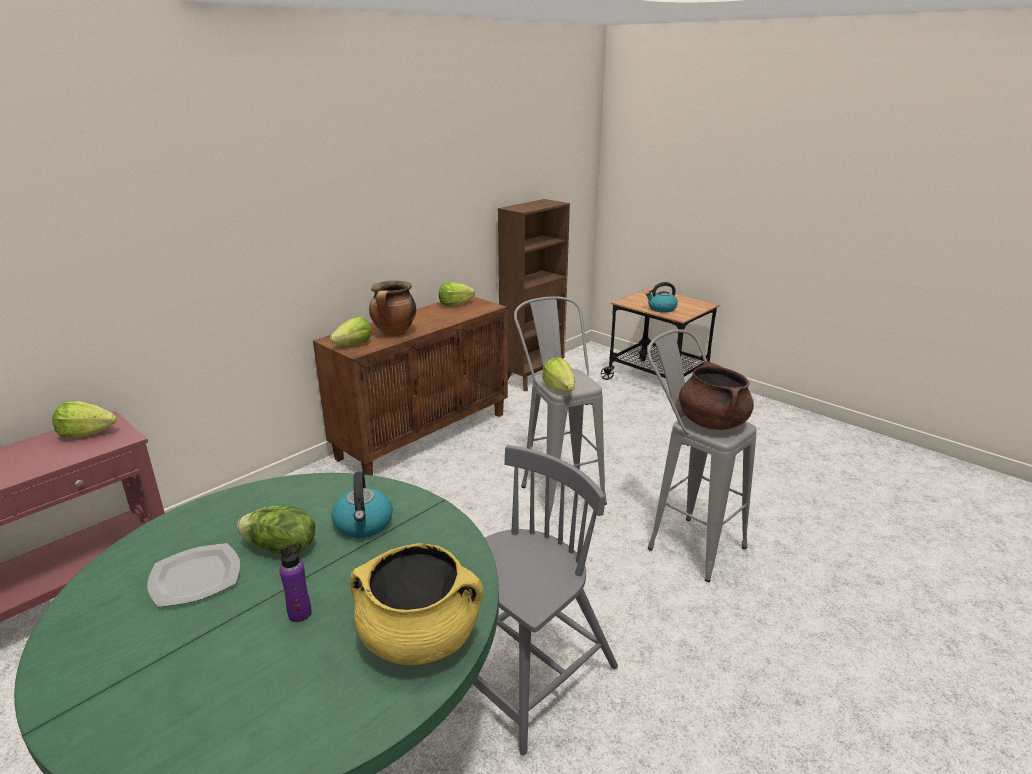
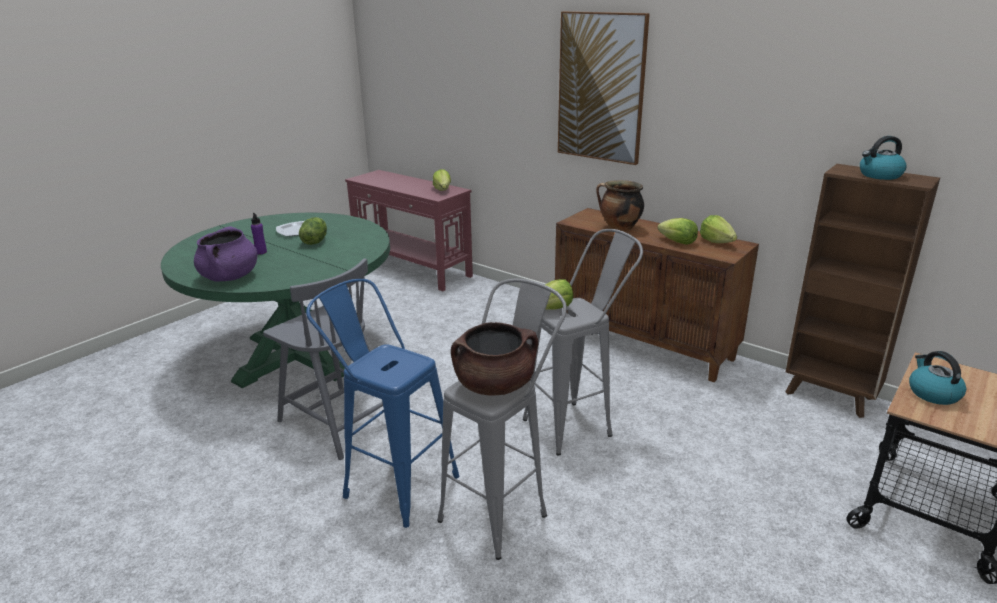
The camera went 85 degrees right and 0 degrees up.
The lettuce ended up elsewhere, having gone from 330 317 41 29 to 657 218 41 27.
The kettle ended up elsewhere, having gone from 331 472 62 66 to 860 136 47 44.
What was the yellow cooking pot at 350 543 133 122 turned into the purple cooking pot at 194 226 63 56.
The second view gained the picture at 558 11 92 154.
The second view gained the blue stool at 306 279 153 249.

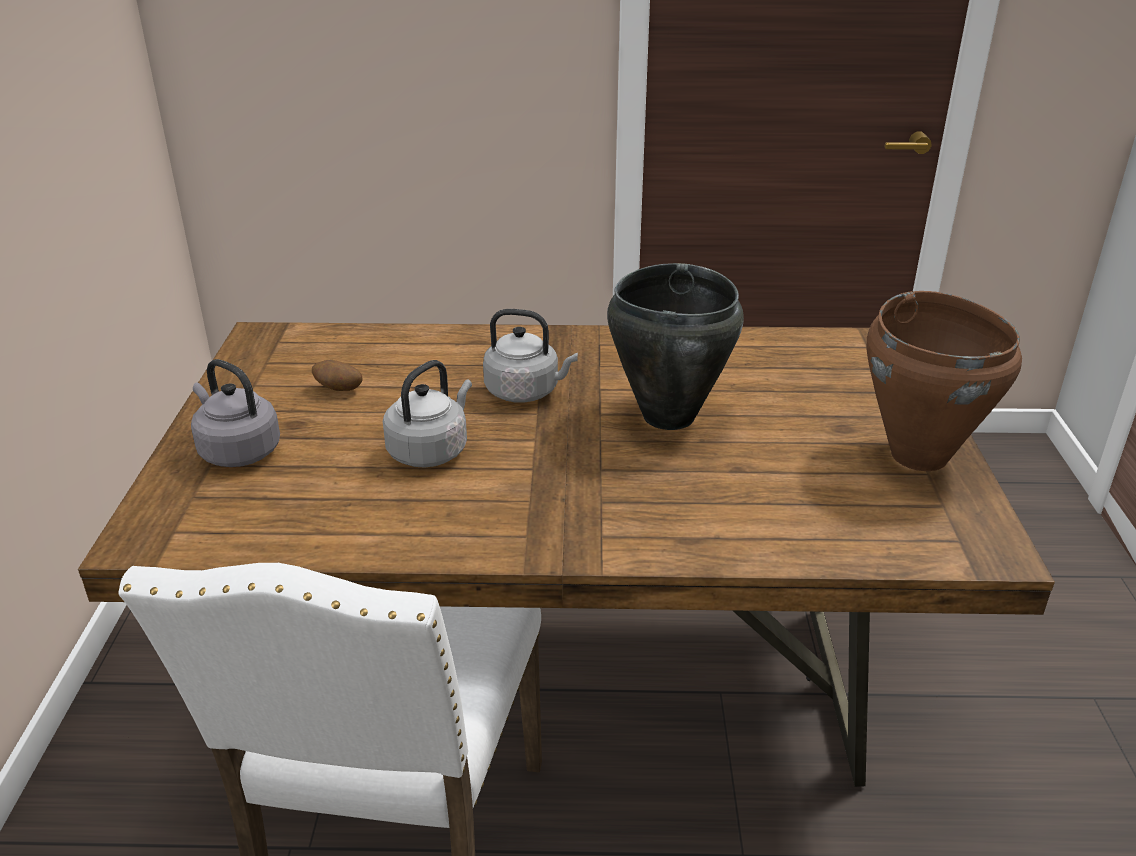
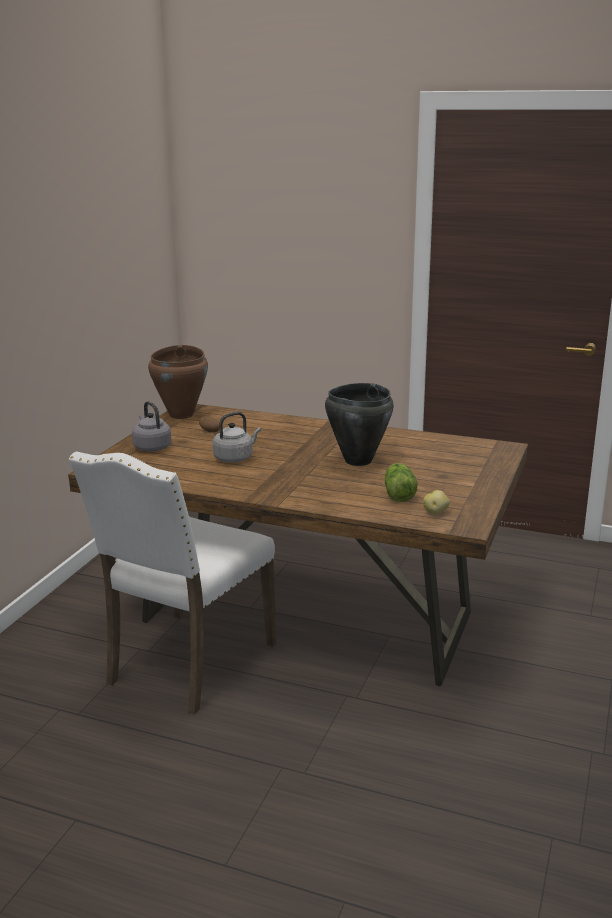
The camera went 20 degrees right and 10 degrees down.
The brown cooking pot ended up elsewhere, having gone from 867 291 155 180 to 148 345 60 74.
The second view lost the grey kettle at 483 309 95 93.
The second view gained the lettuce at 385 463 33 39.
The second view gained the potato at 423 490 27 24.

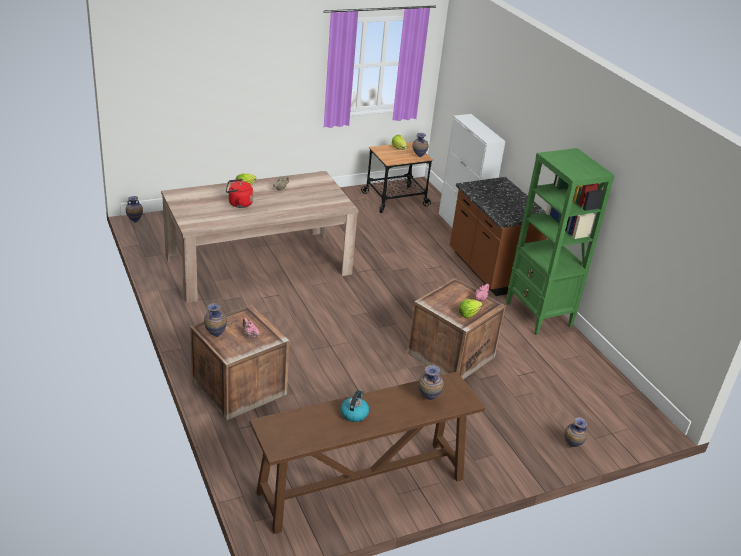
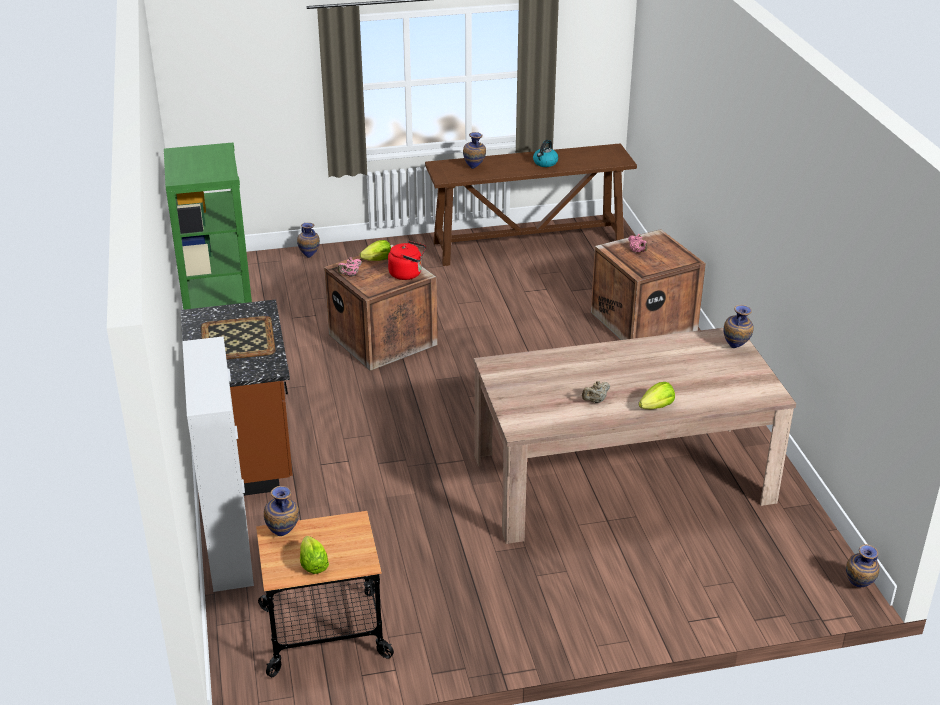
The camera went 165 degrees left and 0 degrees up.
The red kettle ended up elsewhere, having gone from 226 179 27 29 to 388 240 38 40.
The vase ended up elsewhere, having gone from 204 303 23 34 to 723 305 31 43.
The second view gained the tray at 201 316 74 44.

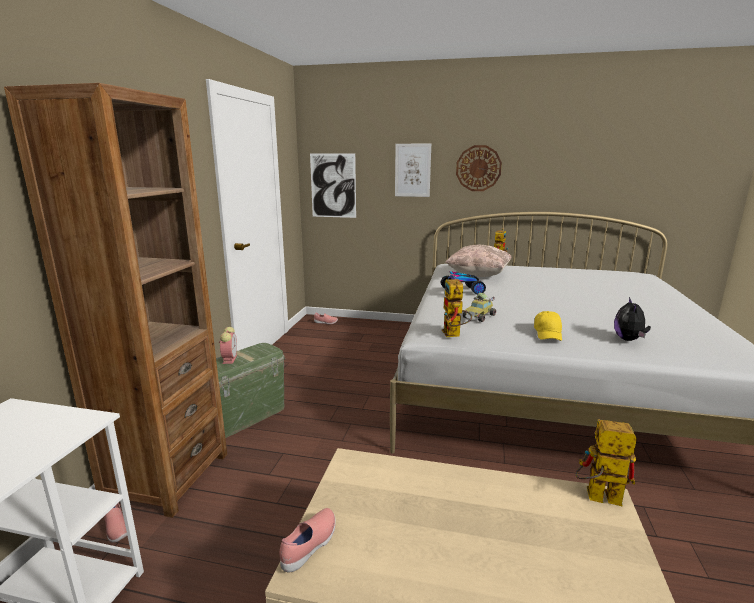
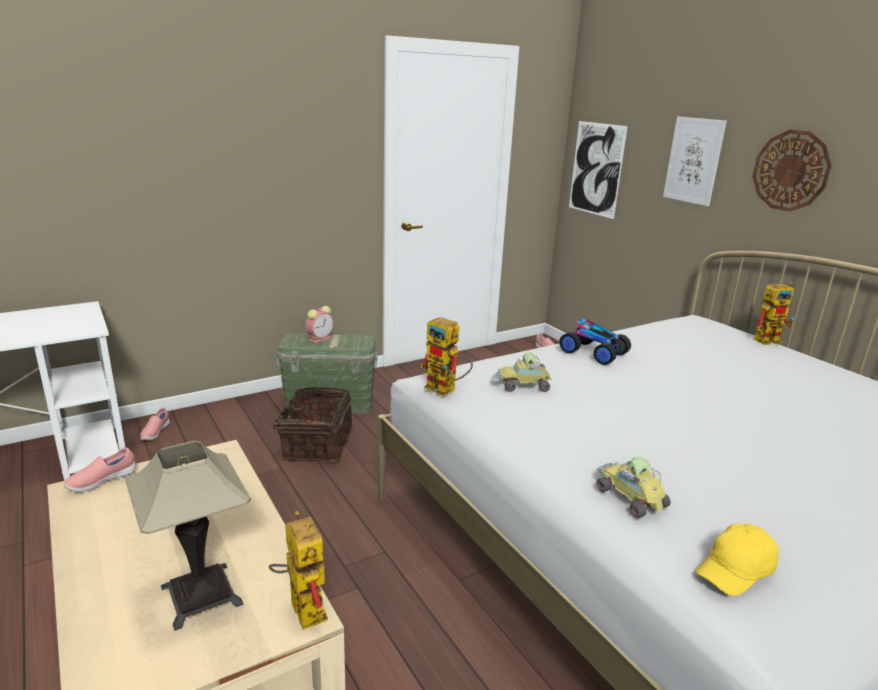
The camera went 45 degrees right and 5 degrees up.
The second view lost the brown bookcase at 4 83 223 435.
The second view lost the beige pillow at 445 245 67 32.
The toy robot at 442 279 30 58 ended up facing another way, 90 degrees counterclockwise from before.
Where the plush toy stood at 614 297 37 44, the toy car came to stand at 596 457 74 61.
The yellow cap ended up elsewhere, having gone from 534 311 28 30 to 696 524 83 72.
The pink shoe at 279 508 57 64 ended up facing another way, 150 degrees clockwise from before.
The second view gained the basket at 267 387 85 75.
The second view gained the table lamp at 125 441 126 190.

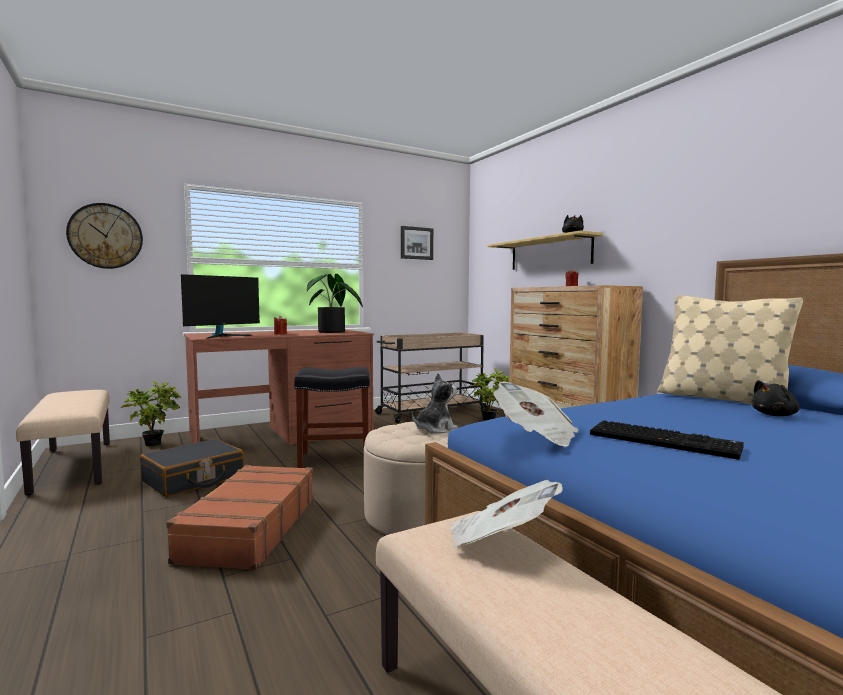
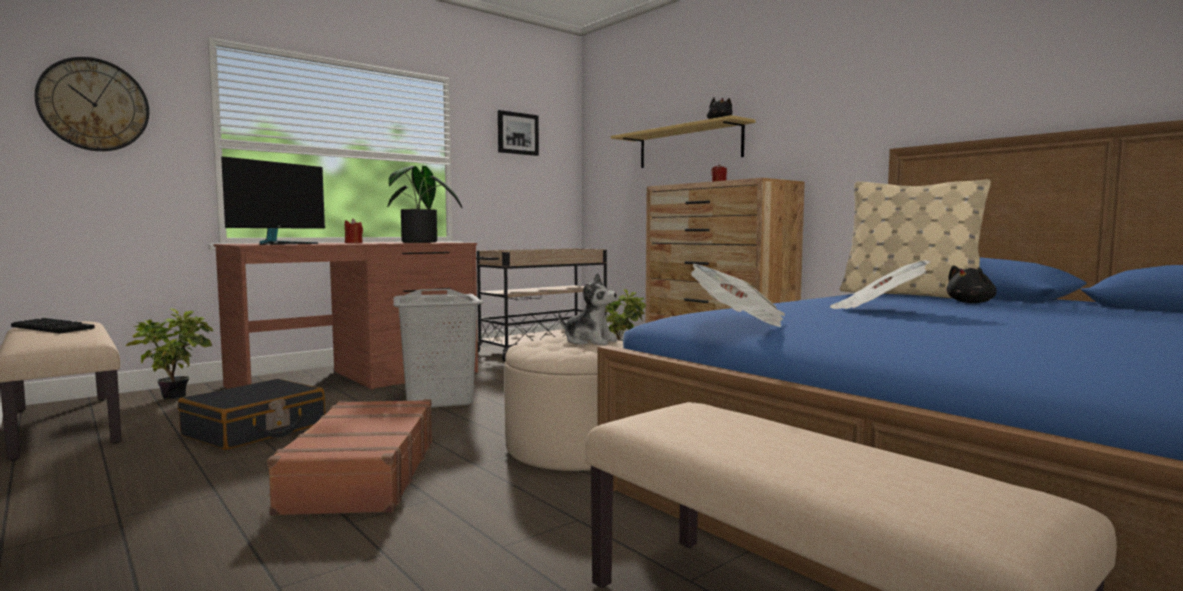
The camera went 10 degrees left and 0 degrees up.
Where the black stool stood at 294 367 76 101, the grey laundry basket came to stand at 393 289 90 119.
The plush toy at 412 373 46 61 ended up facing another way, 75 degrees clockwise from before.
The keyboard ended up elsewhere, having gone from 590 420 154 40 to 11 318 84 16.
The newspaper ended up elsewhere, having gone from 451 480 112 68 to 830 260 101 49.

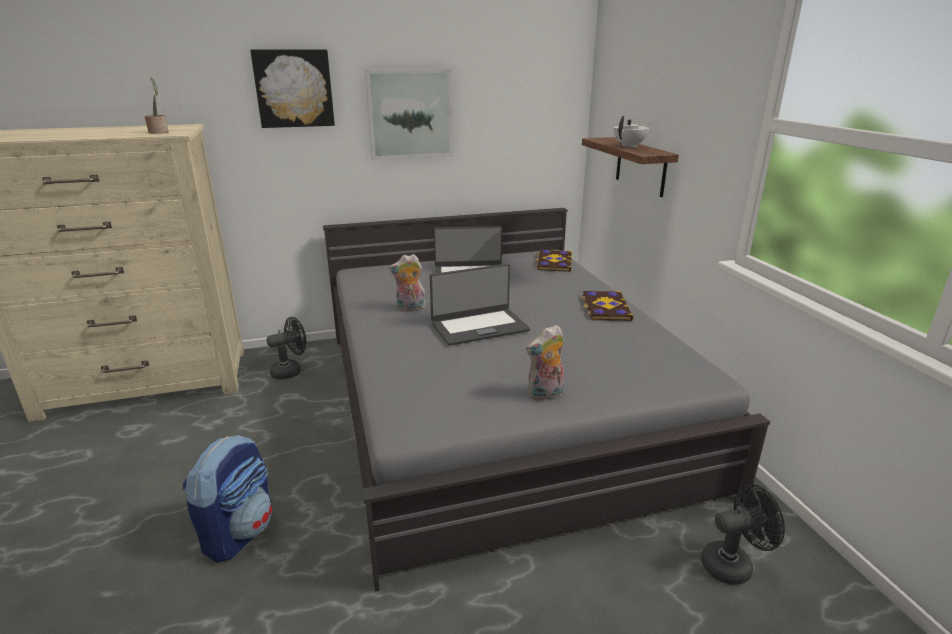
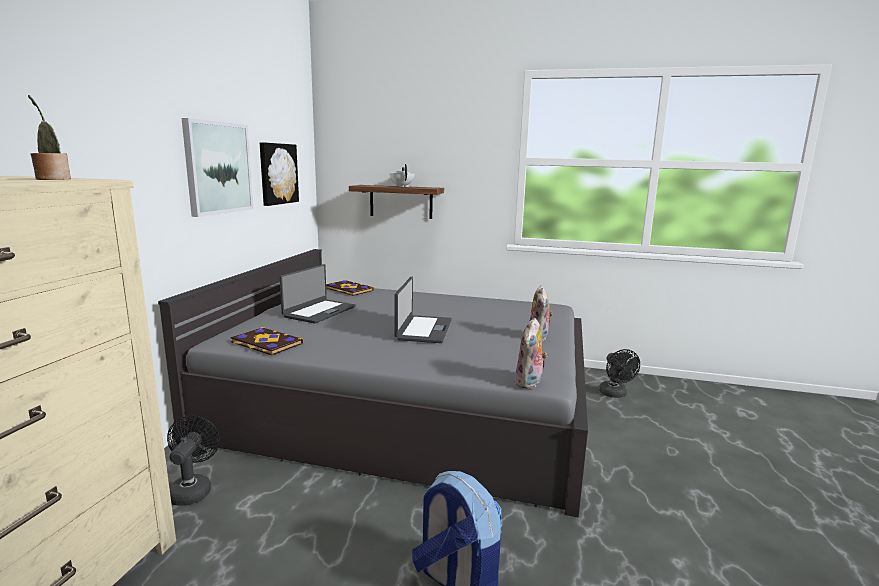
The camera went 60 degrees left and 10 degrees down.
The picture ended up elsewhere, having gone from 250 49 85 79 to 260 142 39 64.
The plush toy ended up elsewhere, having gone from 389 254 37 57 to 515 318 33 71.
The book ended up elsewhere, having gone from 580 291 54 30 to 231 327 72 28.
The black fan at 701 484 84 101 ended up facing another way, 150 degrees clockwise from before.

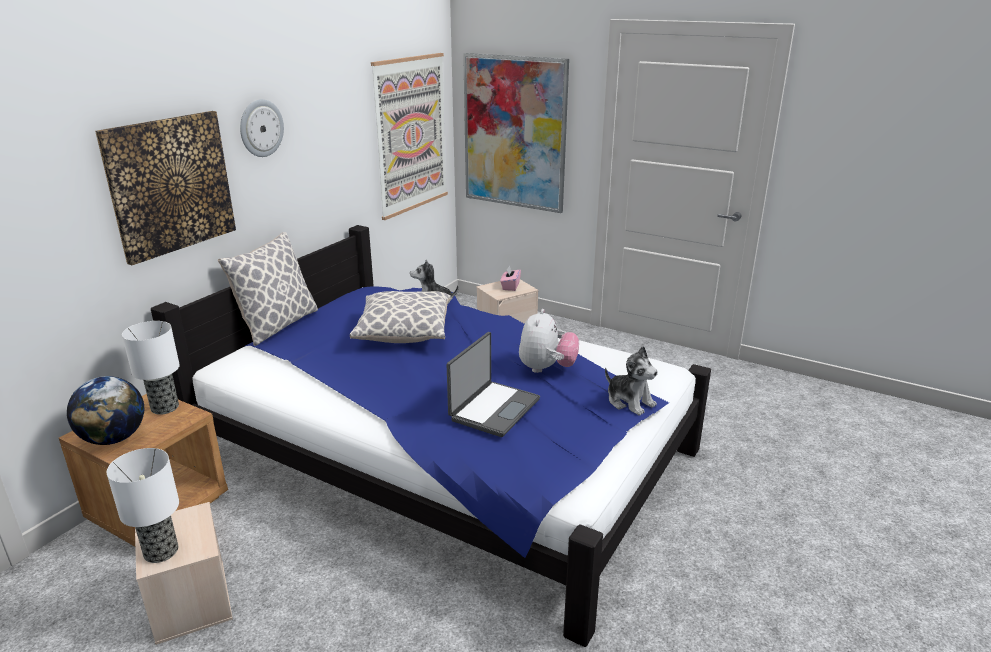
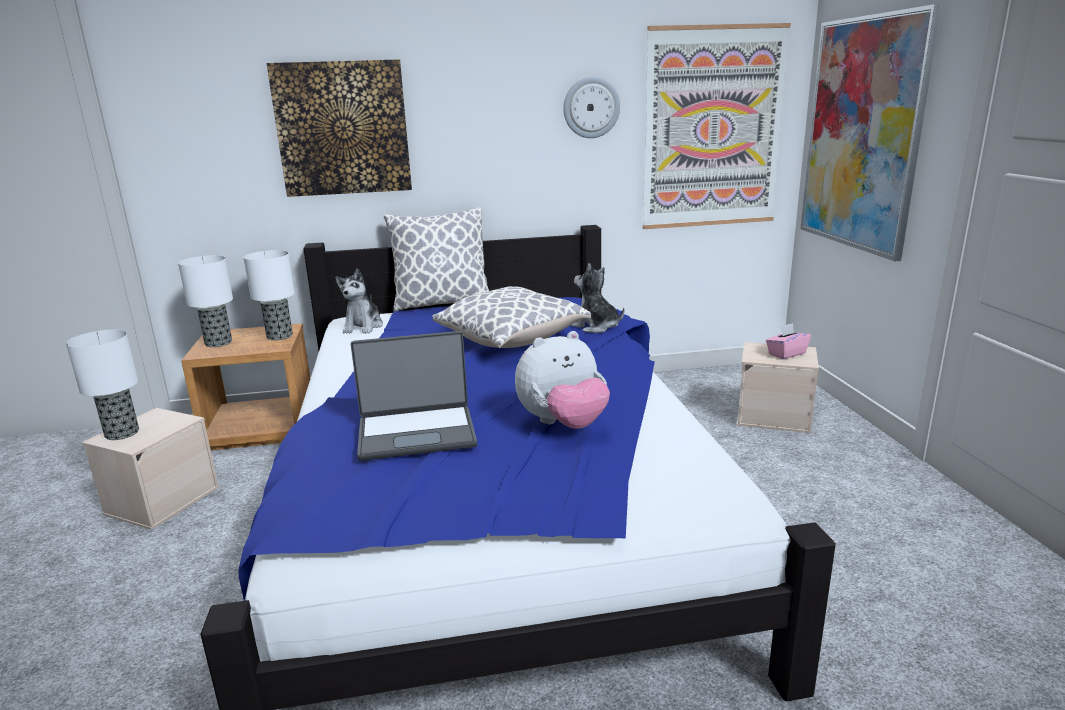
The camera went 50 degrees right and 5 degrees down.
The wall clock ended up elsewhere, having gone from 240 99 44 58 to 563 76 57 62.
The plush toy ended up elsewhere, having gone from 605 346 53 70 to 336 269 47 65.
Where the globe stood at 67 376 77 69, the table lamp came to stand at 178 255 55 92.

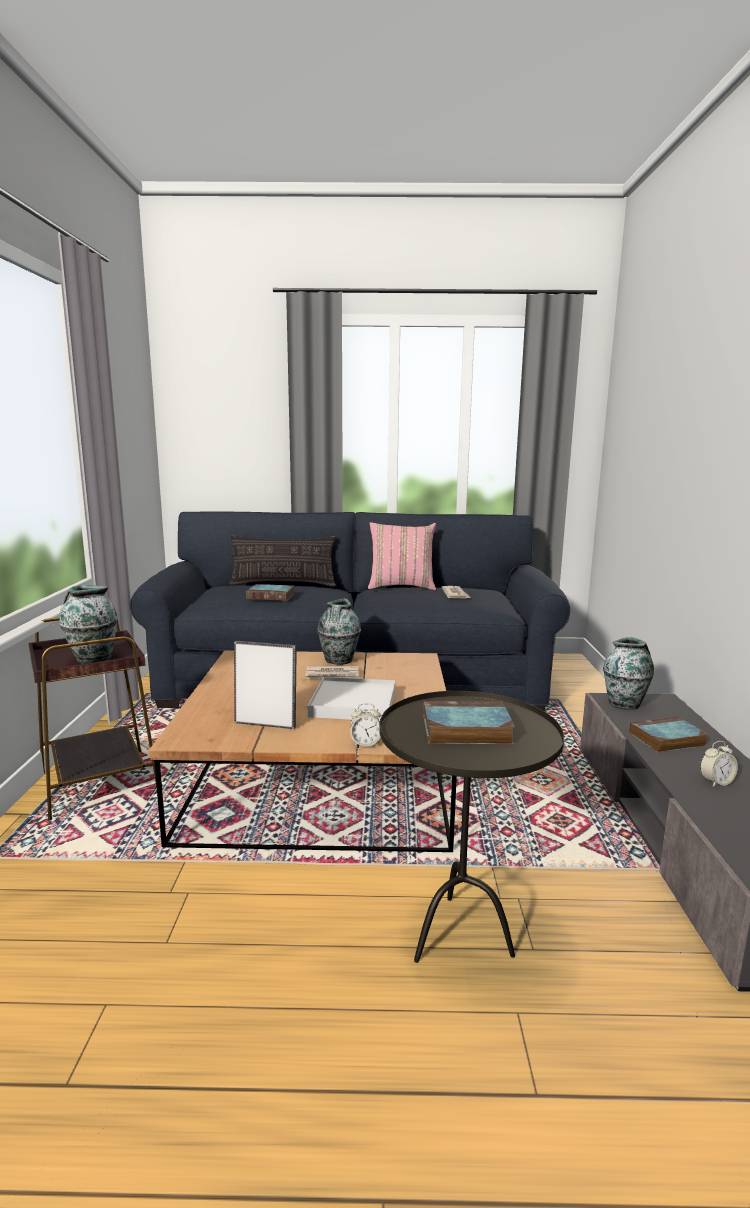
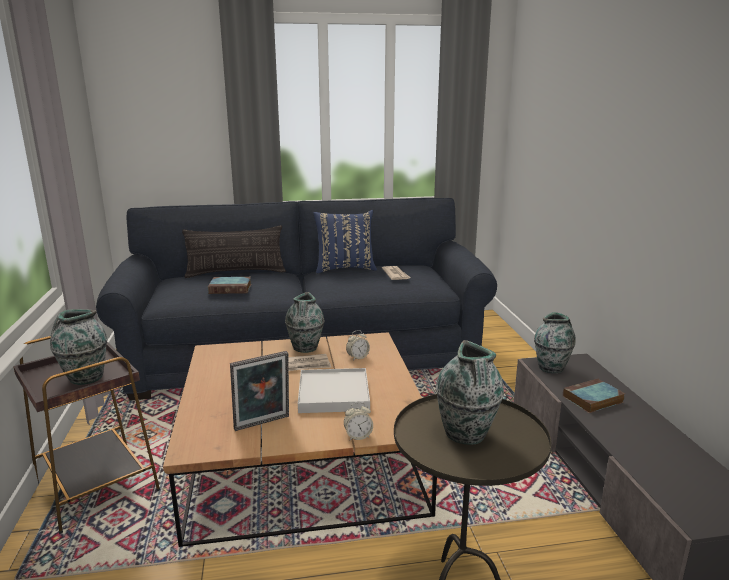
The camera went 10 degrees left and 5 degrees up.
What was the pink pillow at 368 522 68 68 turned into the blue pillow at 313 210 64 63.
The picture frame at 234 641 63 88 ended up facing another way, 150 degrees clockwise from before.
Where the book stood at 423 701 92 43, the vase came to stand at 436 340 68 105.
The alarm clock ended up elsewhere, having gone from 700 741 38 46 to 346 330 24 31.

